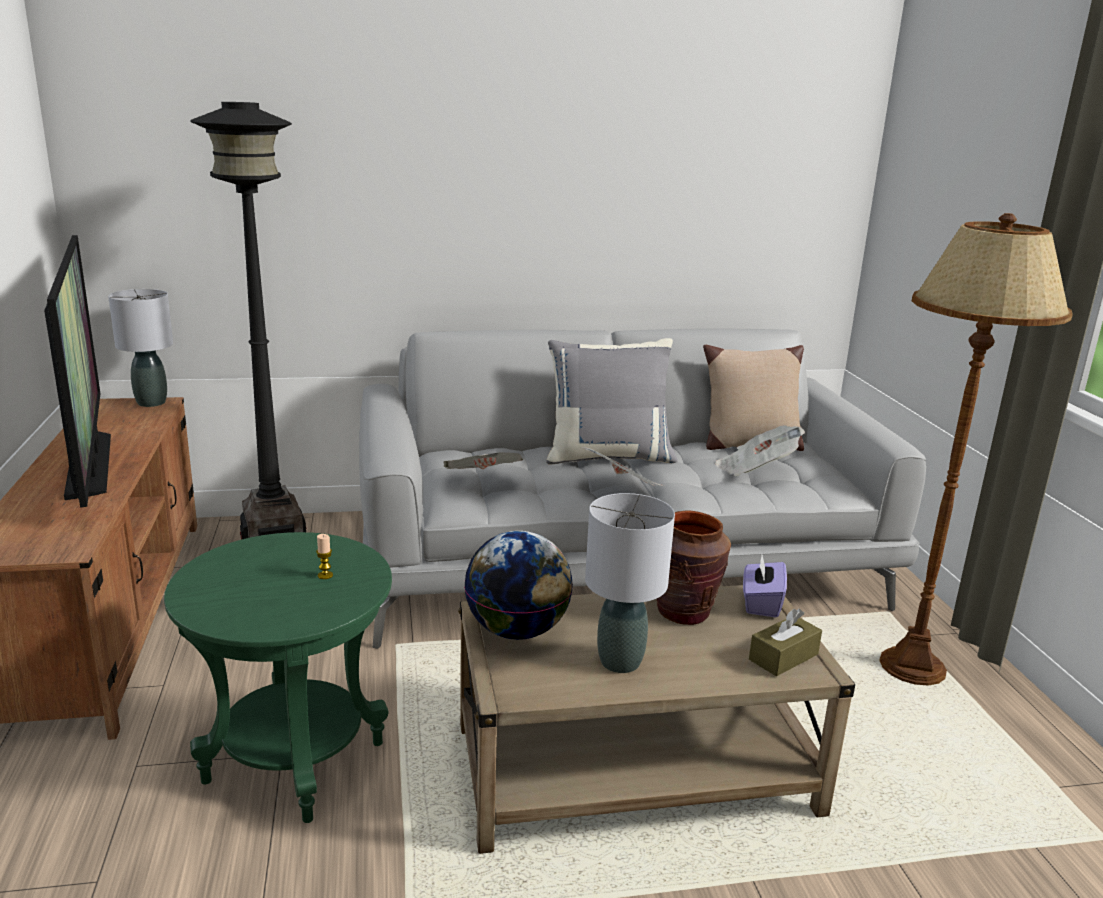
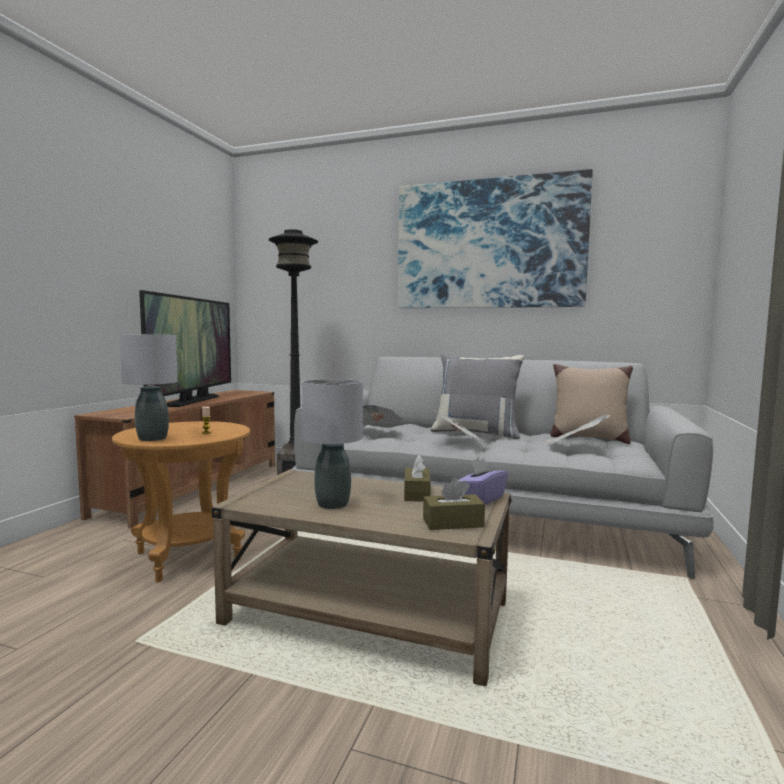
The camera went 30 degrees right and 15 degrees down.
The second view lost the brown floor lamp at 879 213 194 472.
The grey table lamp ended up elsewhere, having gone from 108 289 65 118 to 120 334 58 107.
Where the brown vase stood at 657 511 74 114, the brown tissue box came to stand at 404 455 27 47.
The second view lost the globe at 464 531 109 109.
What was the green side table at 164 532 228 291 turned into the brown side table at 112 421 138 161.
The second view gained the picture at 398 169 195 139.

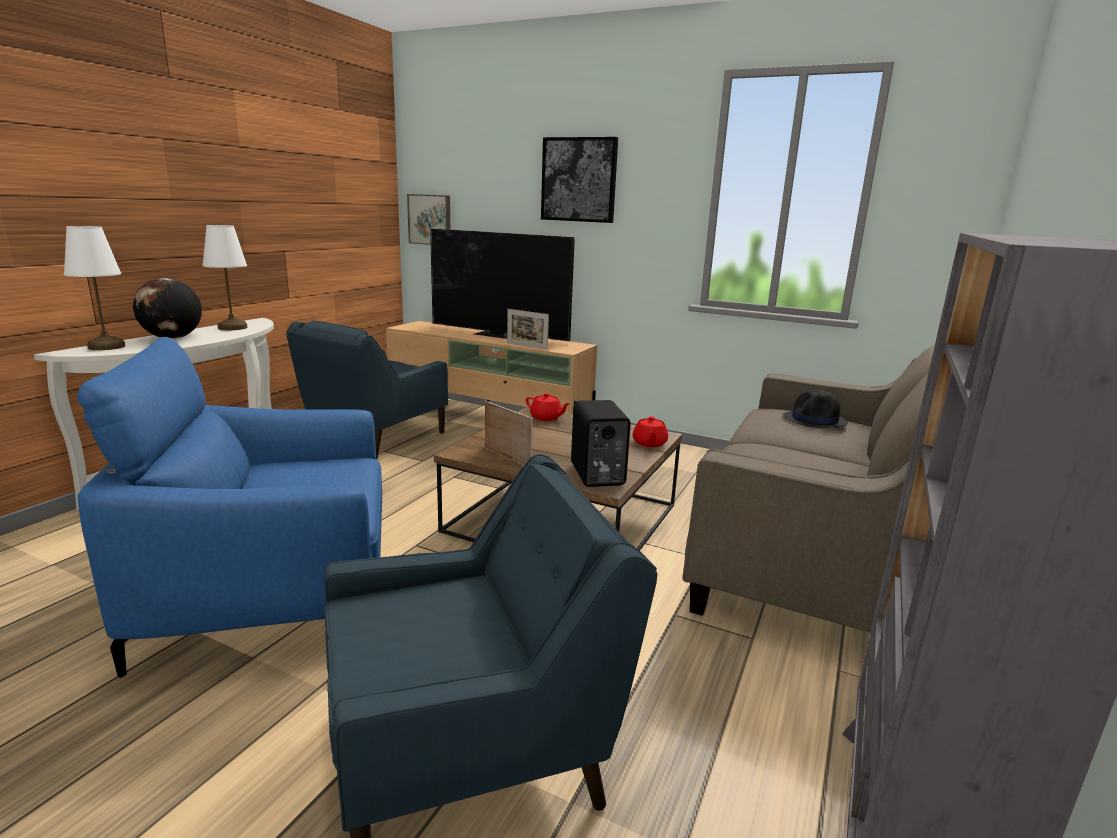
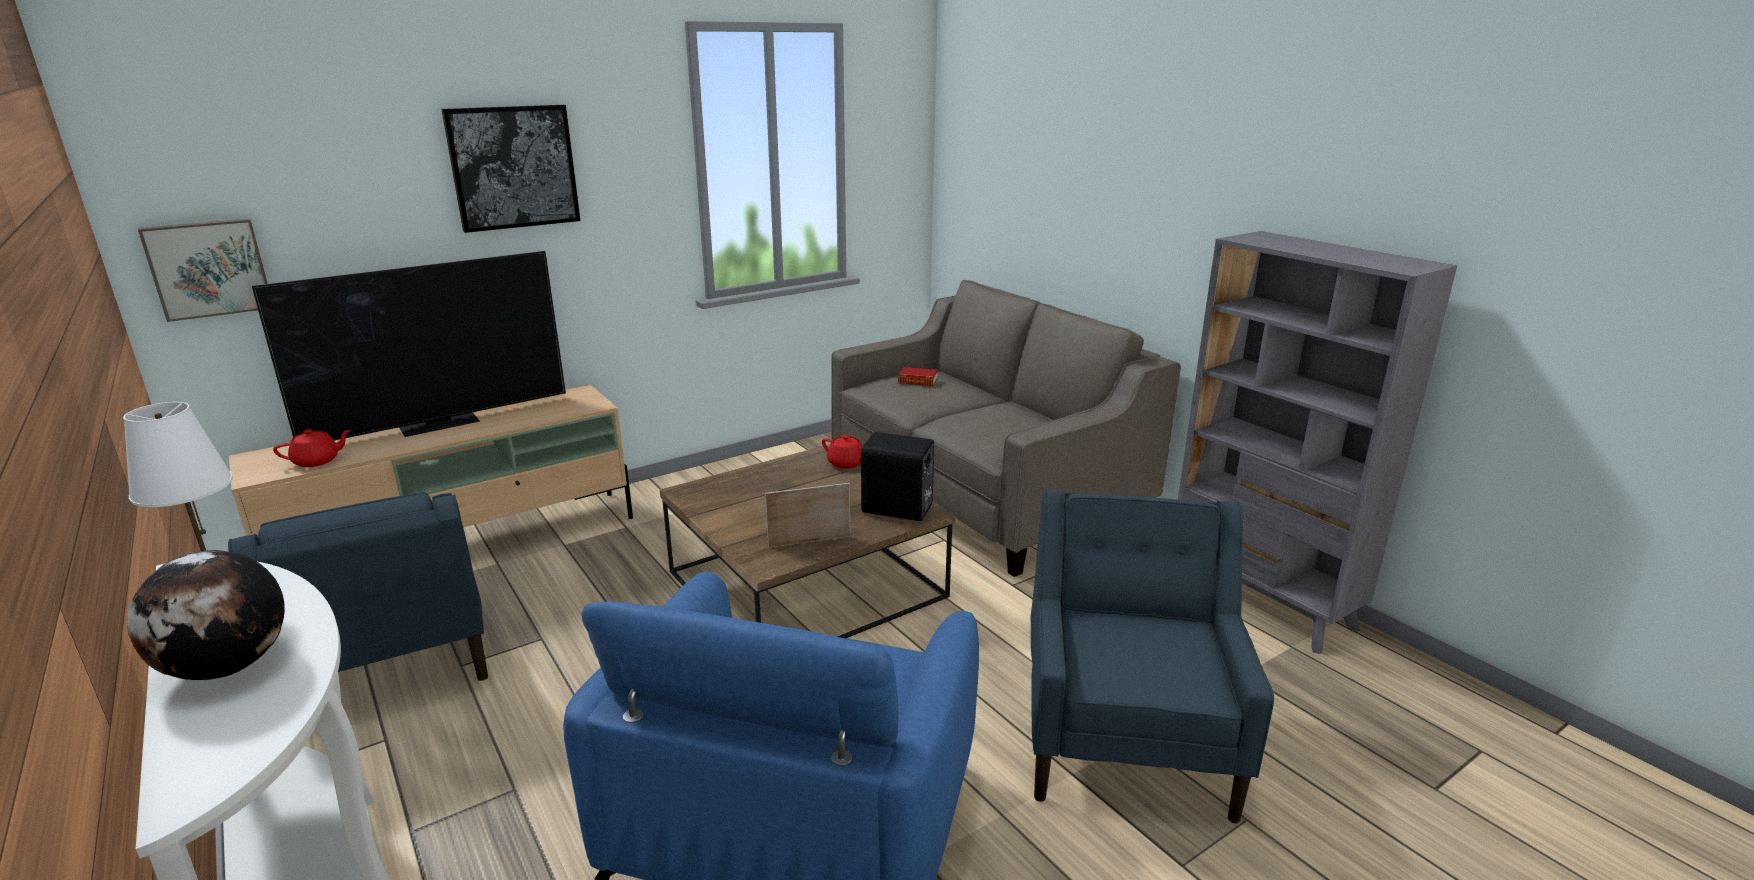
The camera went 60 degrees left and 5 degrees up.
The second view lost the white table lamp at 64 226 61 124.
The second view lost the picture frame at 507 309 42 41.
Where the black hat stood at 783 390 65 38, the book came to stand at 898 367 40 19.
The red teapot ended up elsewhere, having gone from 526 393 44 28 to 273 429 78 38.

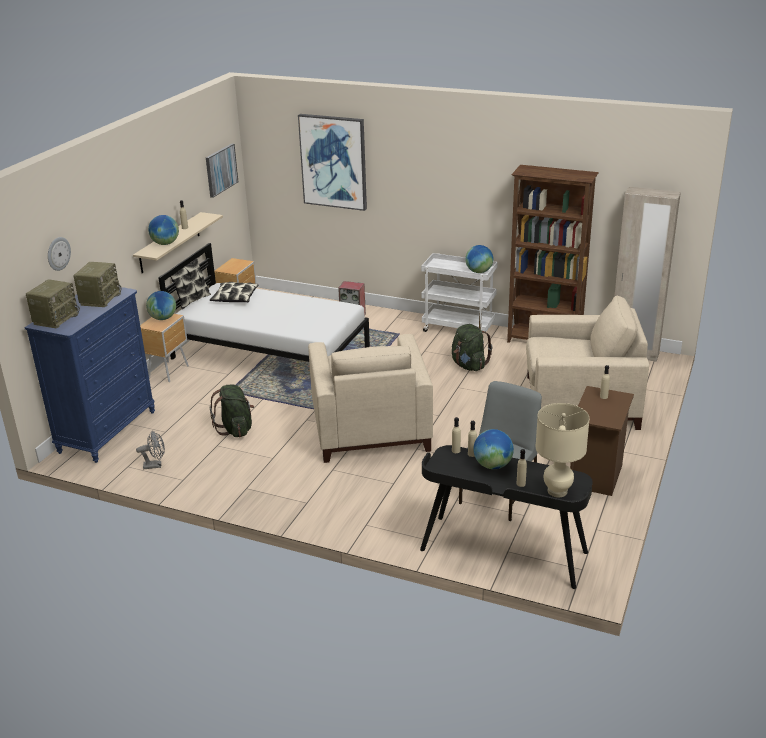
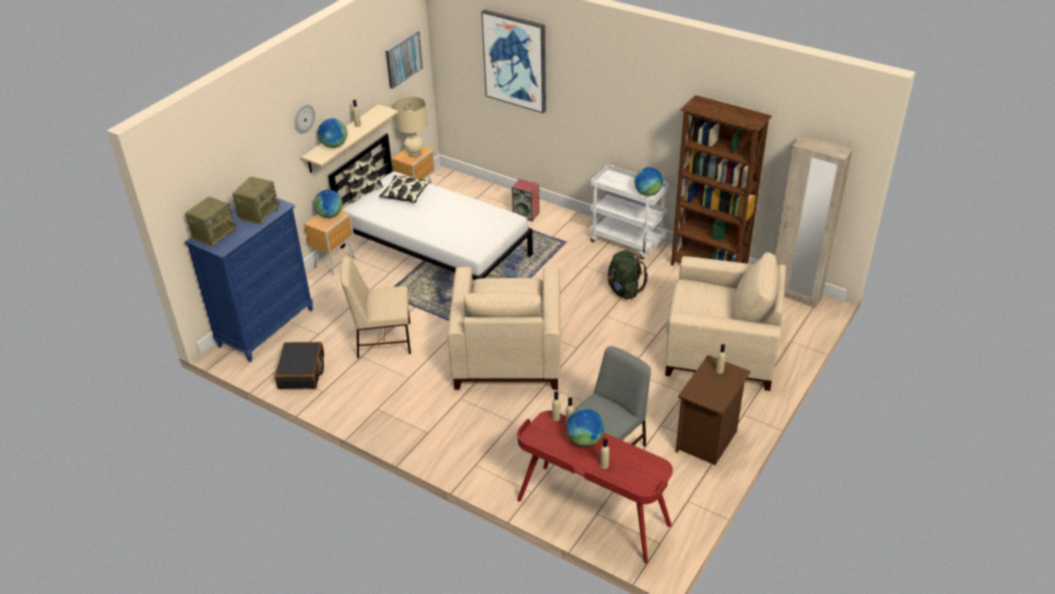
The camera went 10 degrees right and 10 degrees up.
The wall clock ended up elsewhere, having gone from 48 237 23 34 to 294 104 21 30.
Where the green backpack stood at 210 385 44 52, the beige chair came to stand at 340 256 71 102.
The beige table lamp ended up elsewhere, having gone from 535 403 55 95 to 394 96 33 61.
Where the grey fan stood at 136 431 29 38, the black suitcase came to stand at 275 342 49 47.
What was the black desk at 420 445 173 144 turned into the red desk at 517 411 156 153.

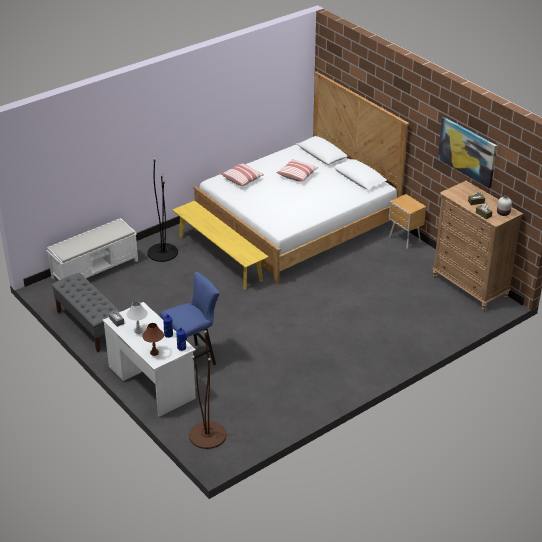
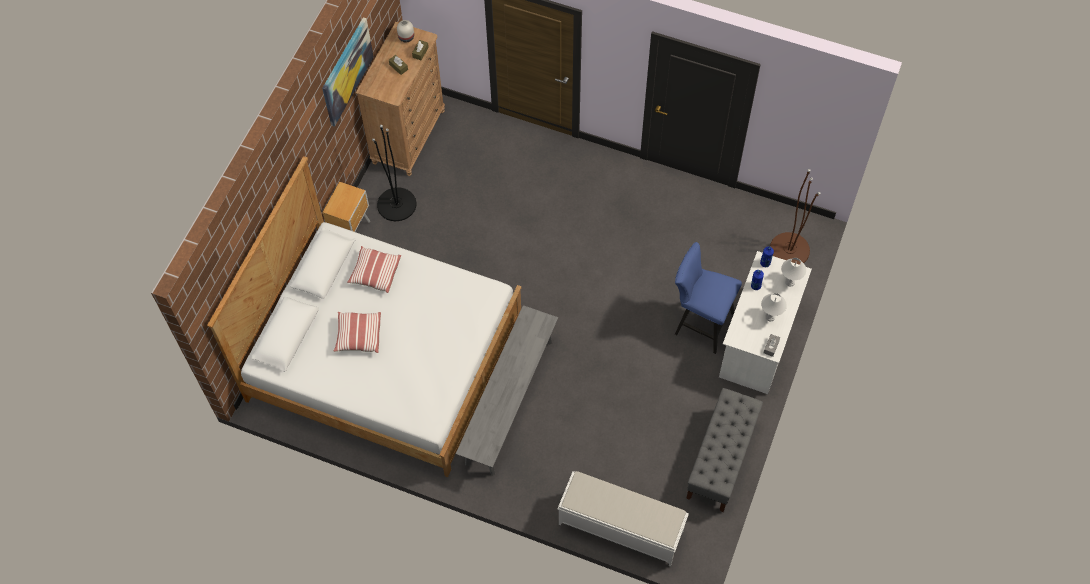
The camera went 120 degrees left and 25 degrees up.
The black floor lamp ended up elsewhere, having gone from 147 157 31 105 to 372 125 44 96.
The pillow ended up elsewhere, having gone from 221 163 43 23 to 347 246 54 47.
What was the yellow bench at 172 201 97 89 turned into the grey bench at 456 305 102 171.
What was the brown table lamp at 142 323 22 33 turned into the white table lamp at 781 258 25 29.

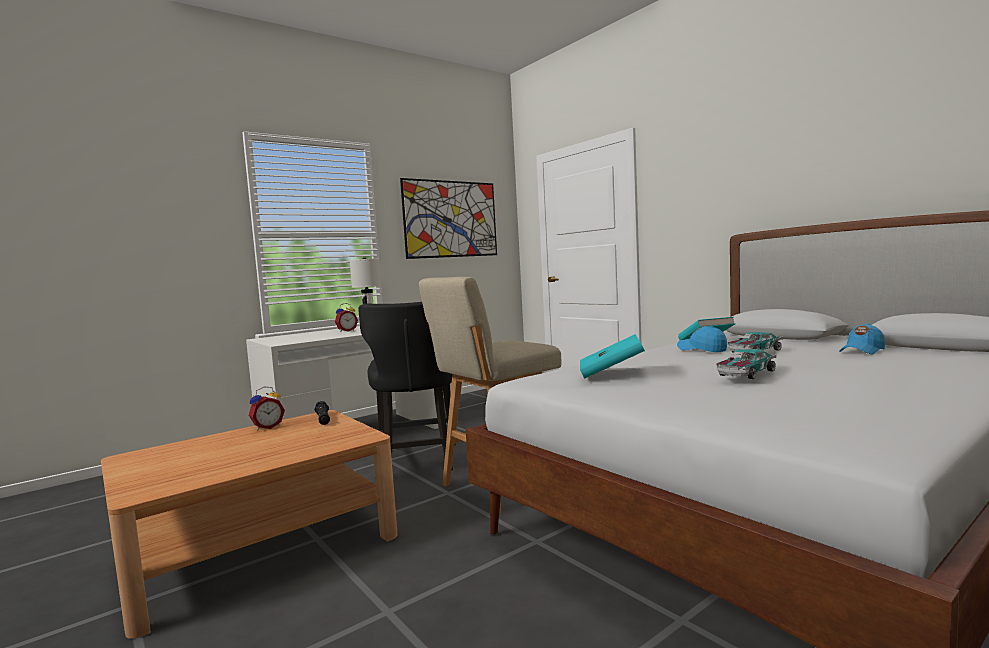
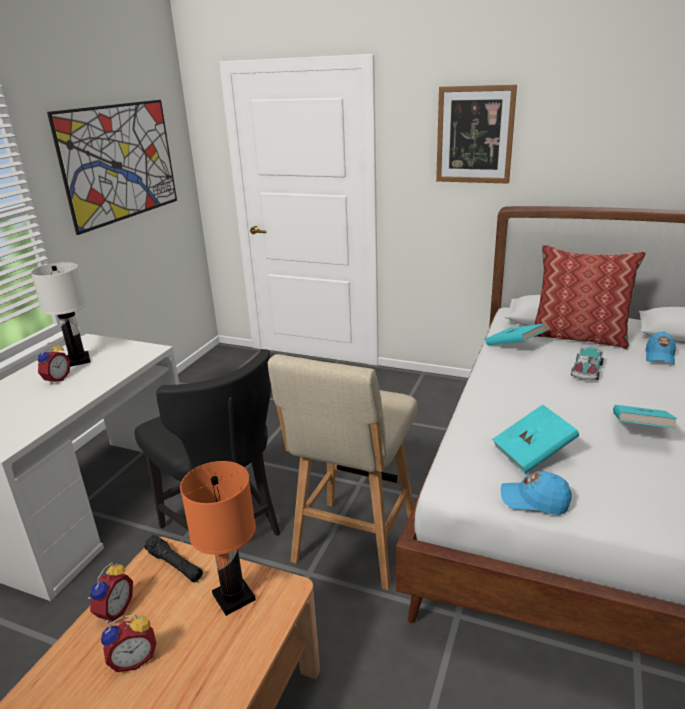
The camera went 30 degrees left and 20 degrees up.
The blue cap ended up elsewhere, having gone from 677 326 50 26 to 501 471 71 44.
Where the toy car stood at 716 349 60 30, the turquoise book came to stand at 613 405 64 24.
The second view gained the picture at 436 85 81 99.
The second view gained the pillow at 534 245 112 104.
The second view gained the orange table lamp at 180 461 76 155.
The second view gained the alarm clock at 101 614 55 58.

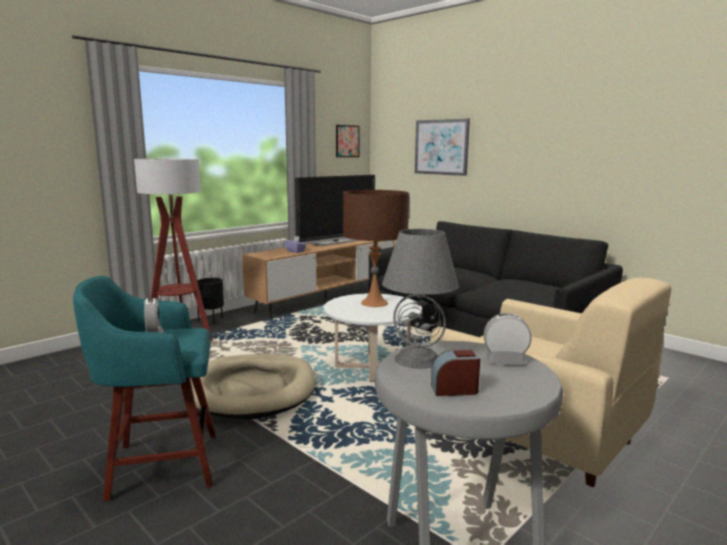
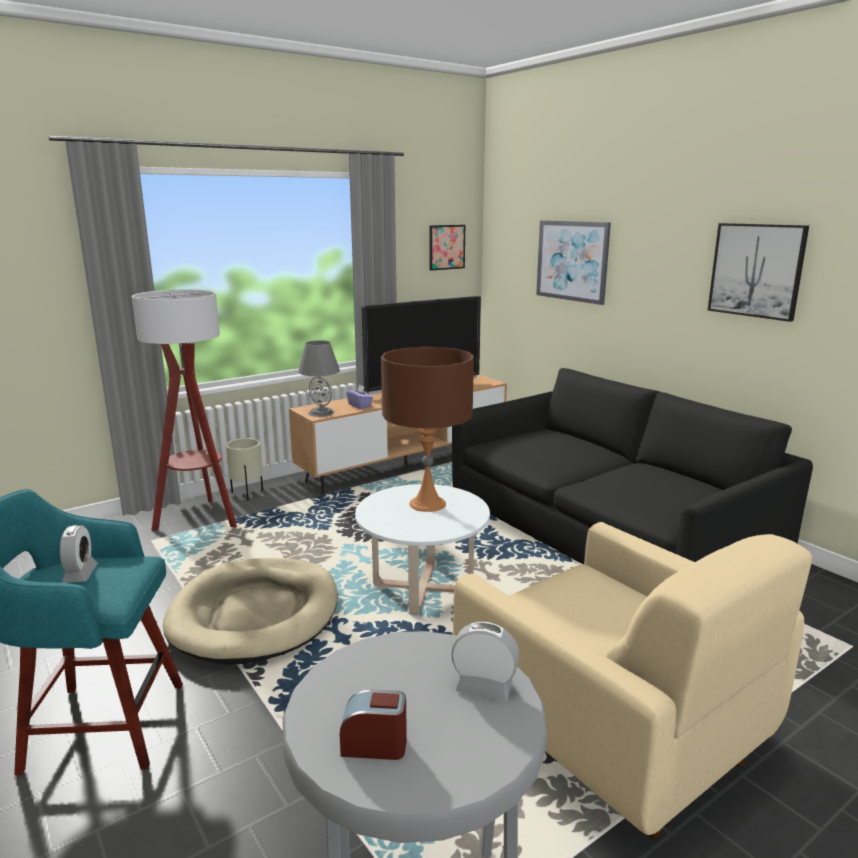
The camera went 10 degrees right and 5 degrees up.
The grey table lamp ended up elsewhere, having gone from 382 229 77 140 to 298 340 42 77.
What was the black planter at 197 278 27 46 turned into the beige planter at 226 438 37 63.
The second view gained the picture at 708 223 101 99.

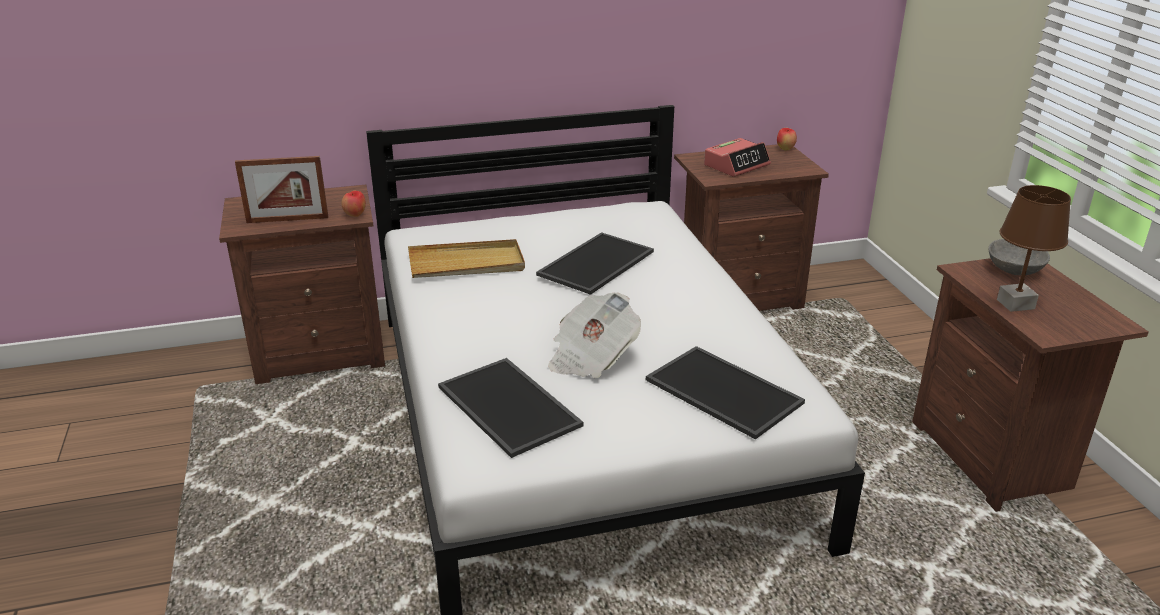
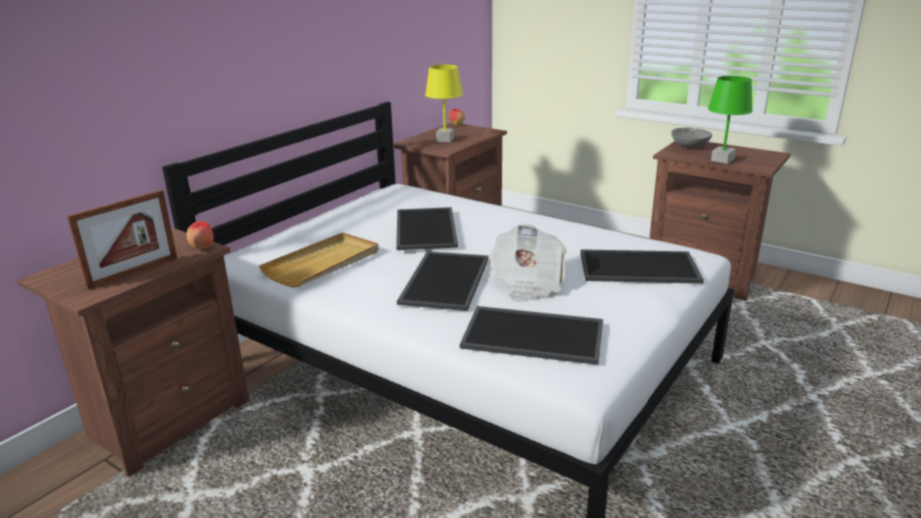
The camera went 40 degrees left and 5 degrees down.
Where the alarm clock stood at 704 138 67 39, the yellow table lamp came to stand at 425 65 38 77.
What was the brown table lamp at 997 185 74 127 turned into the green table lamp at 708 76 45 88.
The second view gained the tray at 397 251 92 60.

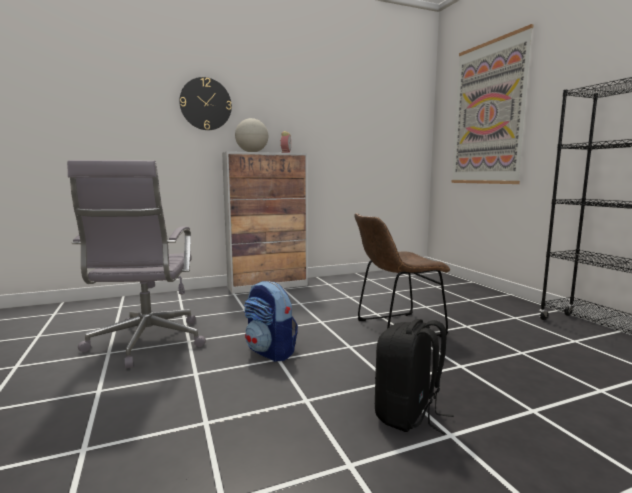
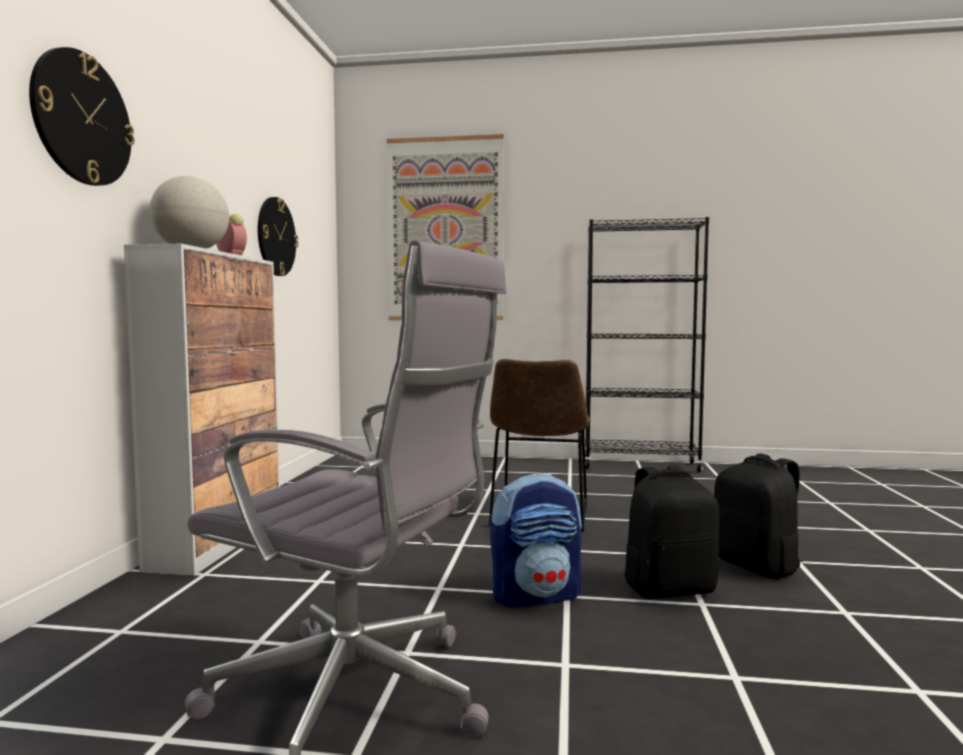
The camera went 60 degrees left and 5 degrees down.
The second view gained the wall clock at 258 197 40 79.
The second view gained the black backpack at 624 466 96 132.

